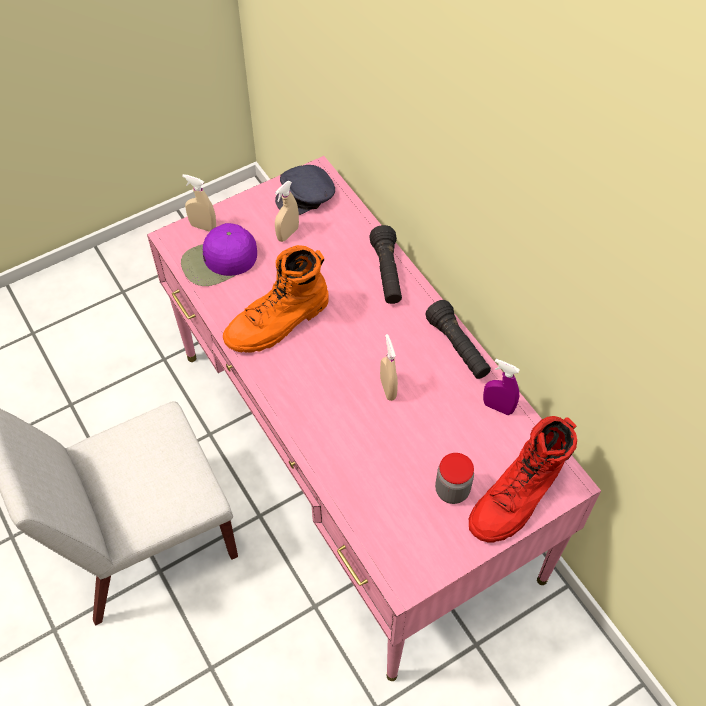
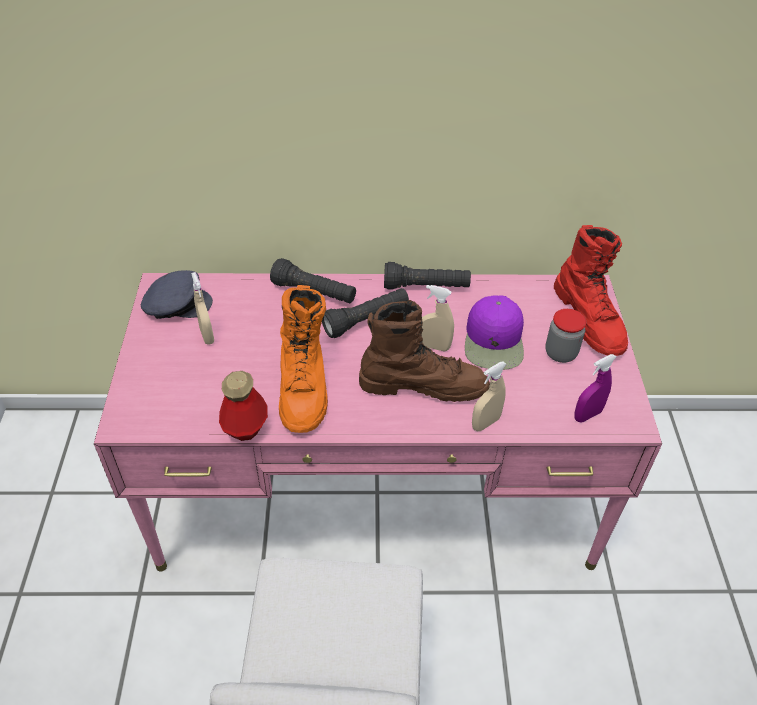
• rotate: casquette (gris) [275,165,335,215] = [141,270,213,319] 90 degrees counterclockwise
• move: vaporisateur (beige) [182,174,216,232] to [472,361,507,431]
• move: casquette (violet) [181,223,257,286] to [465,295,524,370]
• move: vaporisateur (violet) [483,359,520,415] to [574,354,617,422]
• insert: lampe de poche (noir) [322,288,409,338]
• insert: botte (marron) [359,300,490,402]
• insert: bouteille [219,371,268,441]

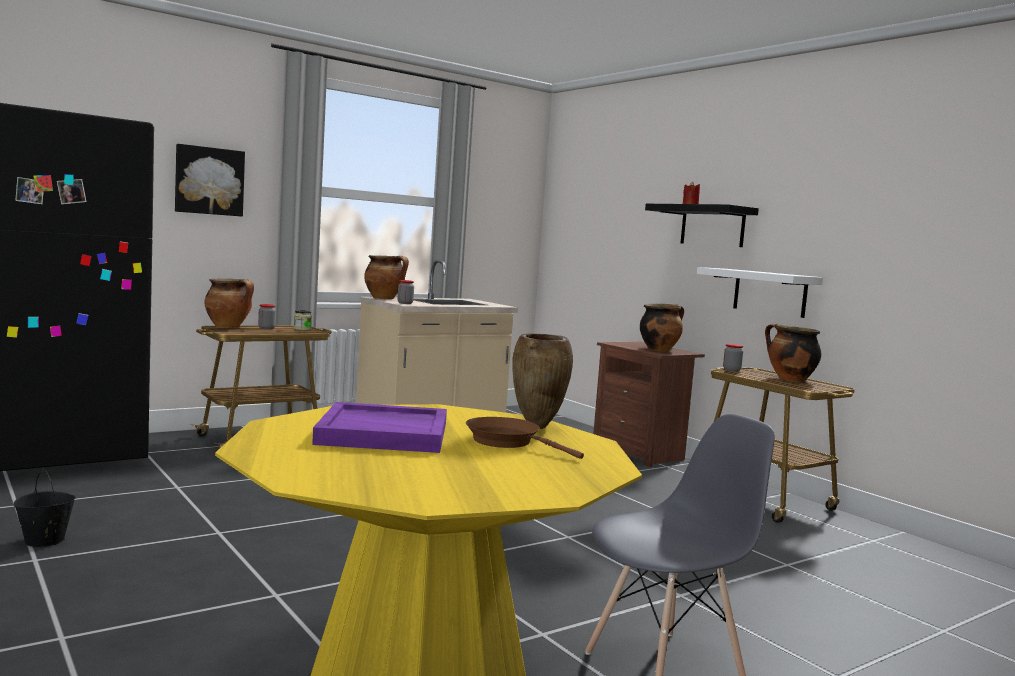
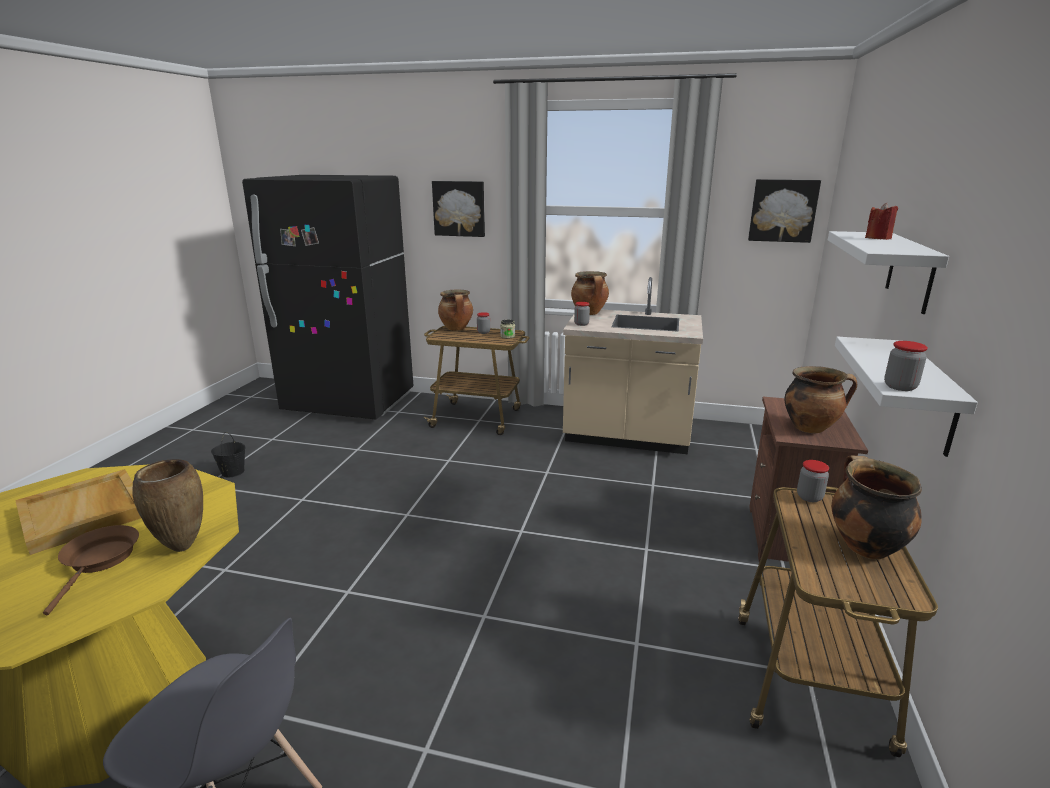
• recolor: étagère (noir) [645,204,759,247] to étagère (blanc) [828,231,949,314]
• recolor: plateau (violet) [312,402,447,453] to plateau (beige) [15,469,141,555]
• insert: tableau [748,179,821,243]
• insert: bocal [884,341,928,391]

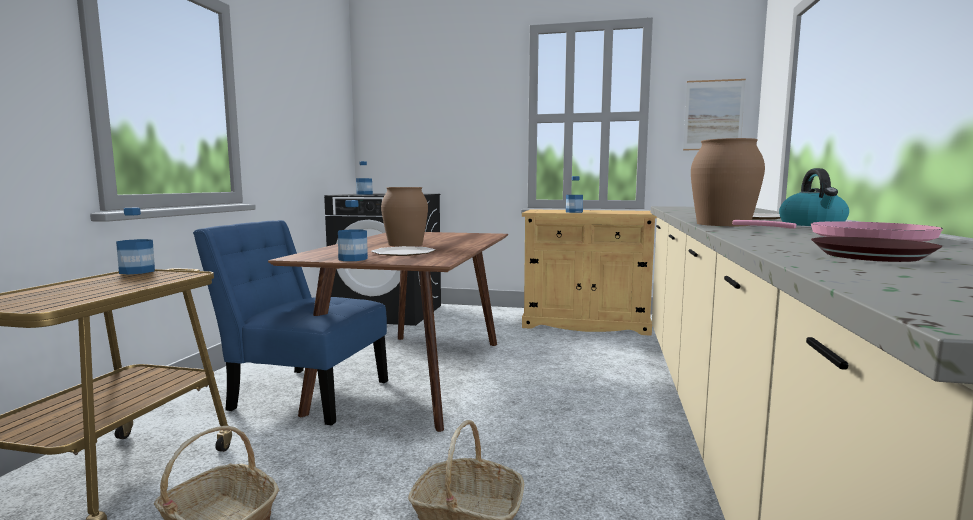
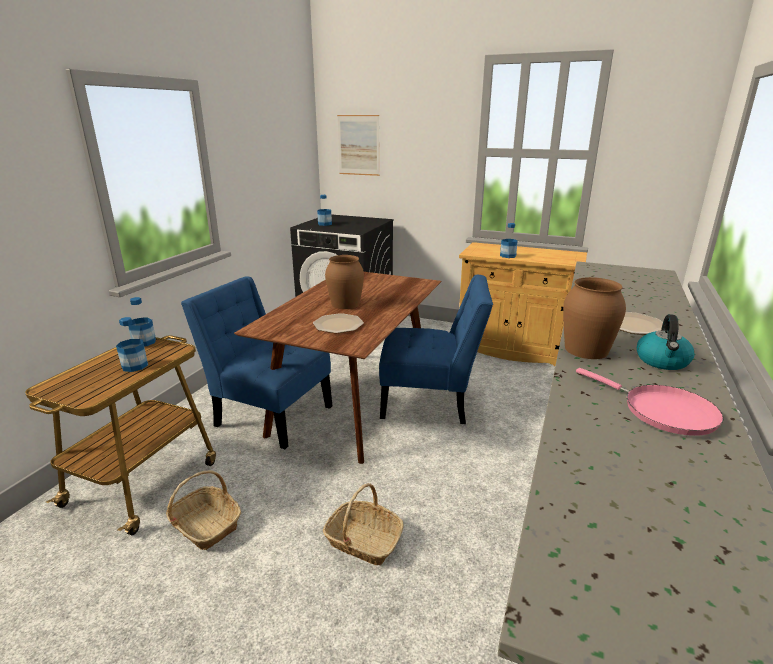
• move: tableau [683,79,746,150] to [337,115,380,176]
• move: bouteille [338,200,368,261] to [116,317,148,372]
• delete: assiette (marron) [811,237,942,262]
• insert: chaise (bleu) [379,275,493,424]

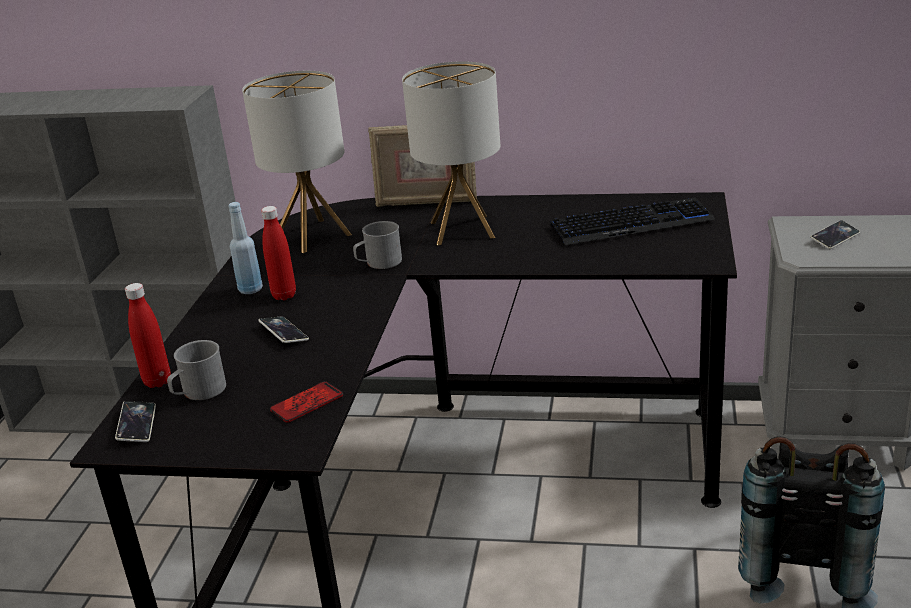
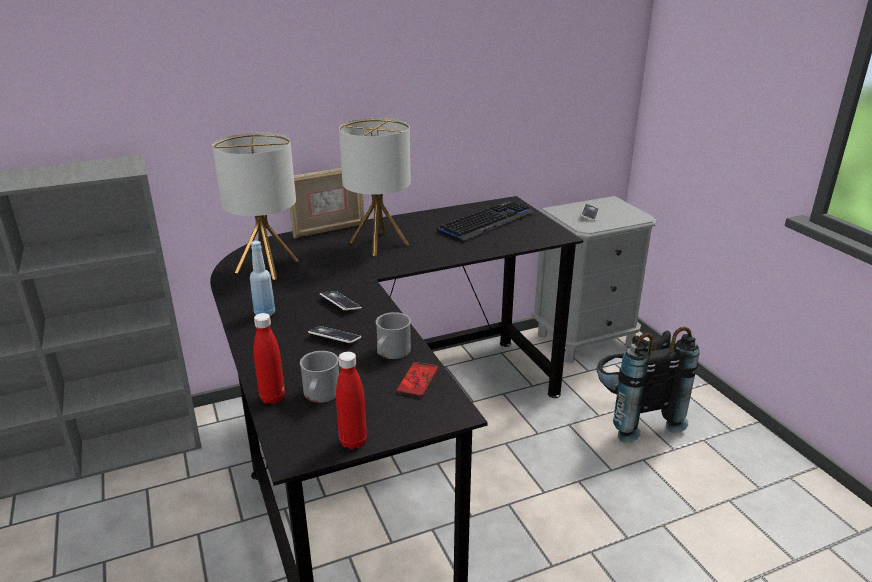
• move: bouteille (rouge) [261,206,296,300] to [336,352,367,449]
• move: mug (gris) [353,221,402,269] to [376,312,411,359]
• move: téléphone [115,401,156,442] to [320,291,362,310]

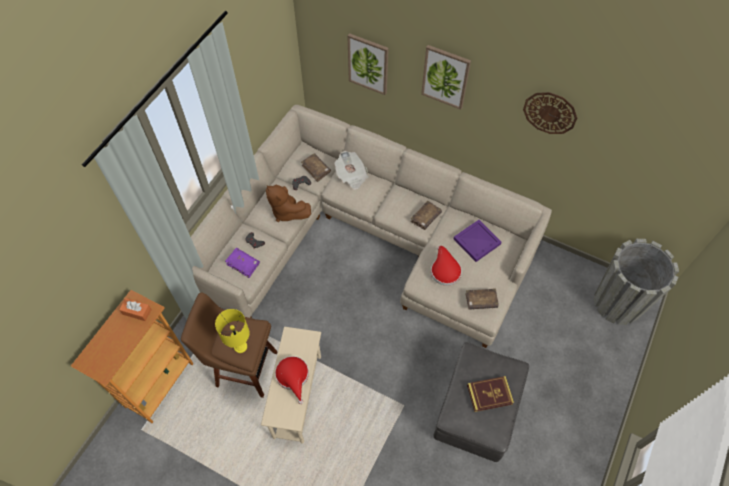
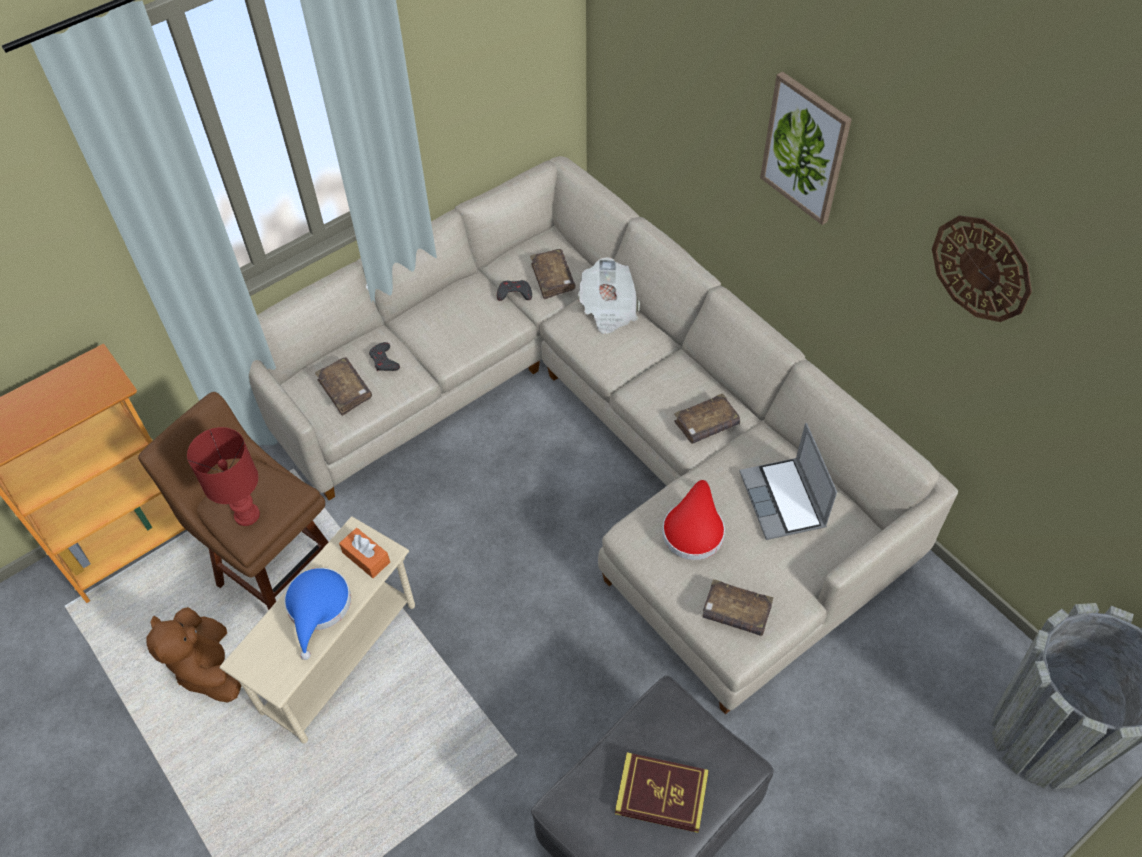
• delete: tableau [347,33,389,95]
• move: peluche (marron) [266,185,311,222] to [146,607,242,702]
• replace: plateau (violet) [454,220,502,262] to ordinateur portable [739,423,837,540]
• recolor: livre (violet) [225,248,260,278] to livre (marron) [315,357,372,416]
• move: boîte à mouchoirs (orange) [119,298,152,321] to [339,528,390,578]
• recolor: lampe de table (jaune) [215,309,250,353] to lampe de table (rouge) [187,427,260,526]
• recolor: chapeau (rouge) [275,356,309,404] to chapeau (bleu) [284,568,351,660]

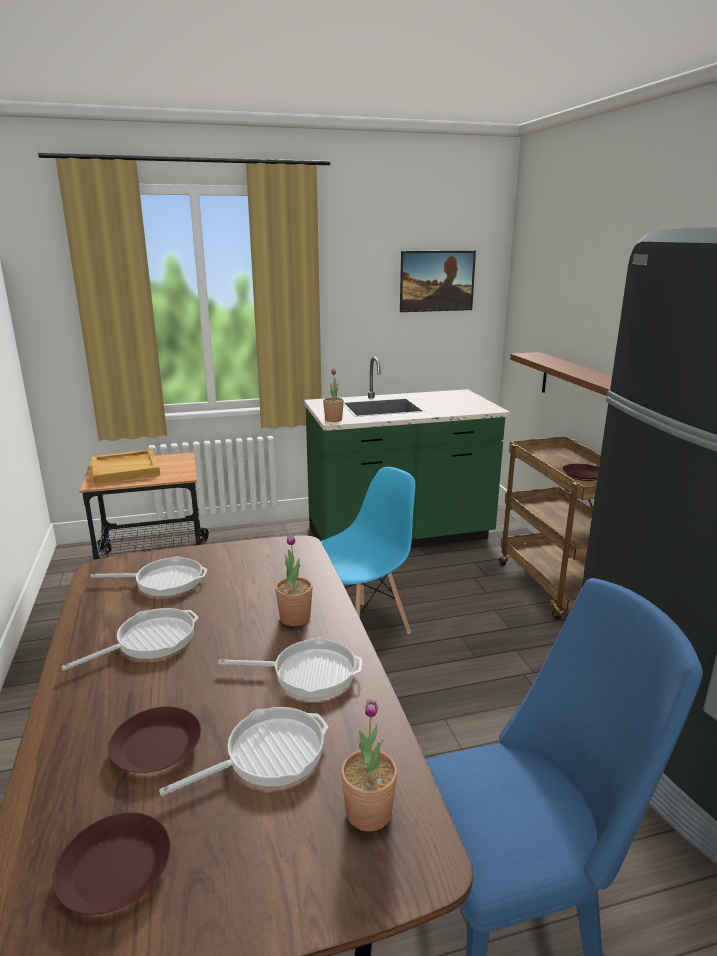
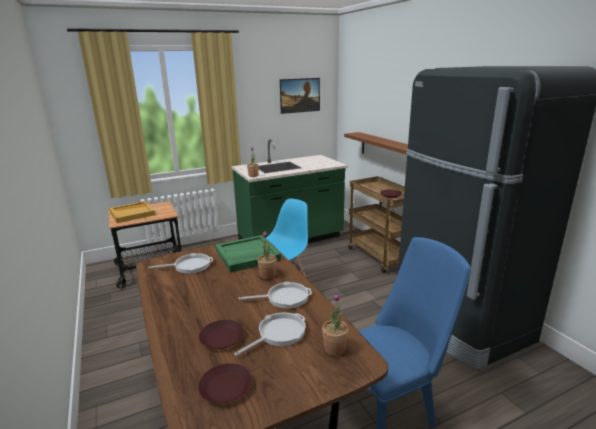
• delete: poêle [61,608,199,671]
• insert: plateau (vert) [215,235,281,273]

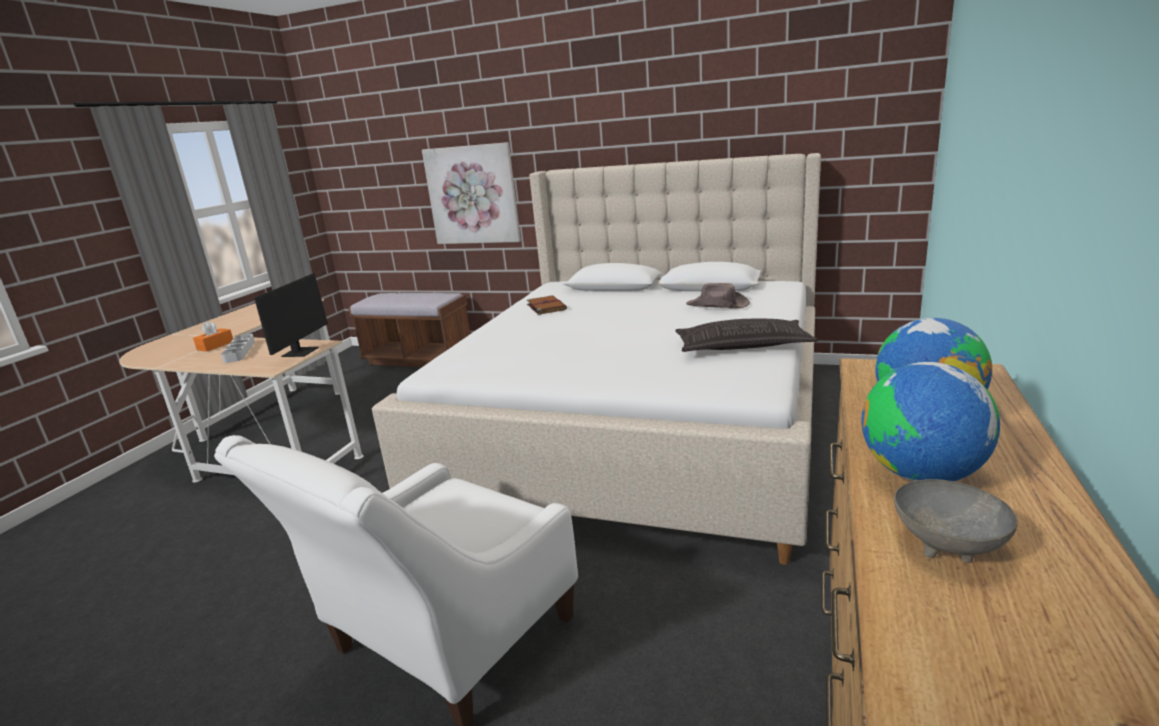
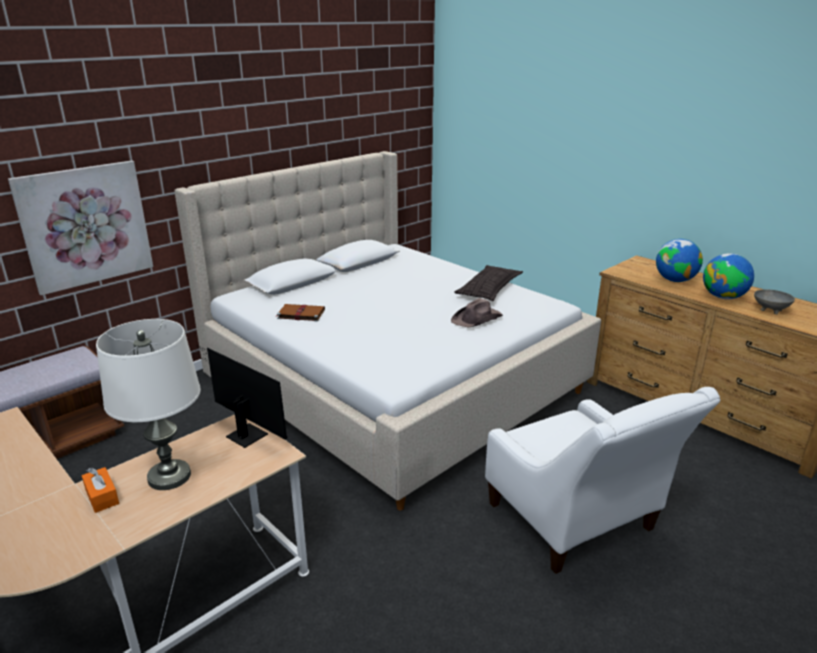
• move: chapeau (marron) [686,283,750,309] to [451,298,503,328]
• replace: plateau (gris) [221,334,255,363] to lampe de table (blanc) [96,319,201,490]

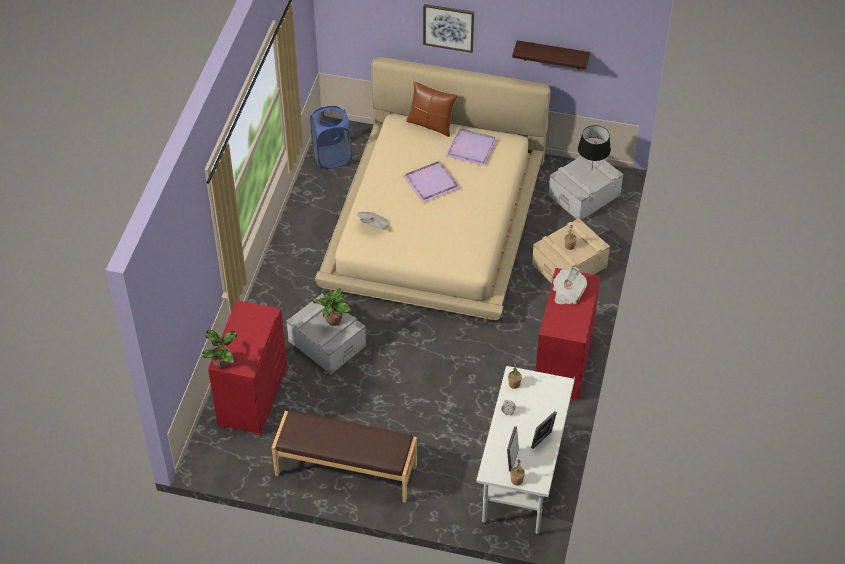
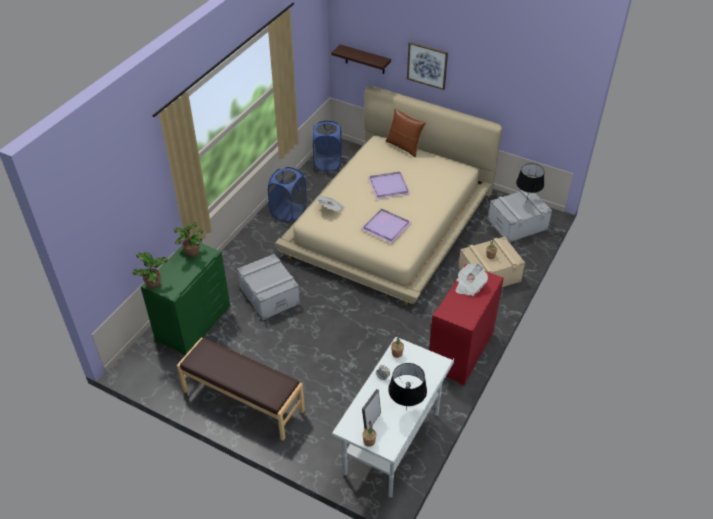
• move: étagère [512,40,590,70] to [331,45,391,74]
• move: plateau (violet) [445,128,498,166] to [361,209,412,243]
• move: plante en pot [313,288,351,326] to [173,222,203,257]
• recolor: commode (rouge) [208,300,287,435] to commode (vert) [140,243,230,356]
• replace: cadre photo [531,411,557,449] to lampe de table (noir) [388,363,427,410]
• insert: panier à linge (bleu) [268,167,307,222]

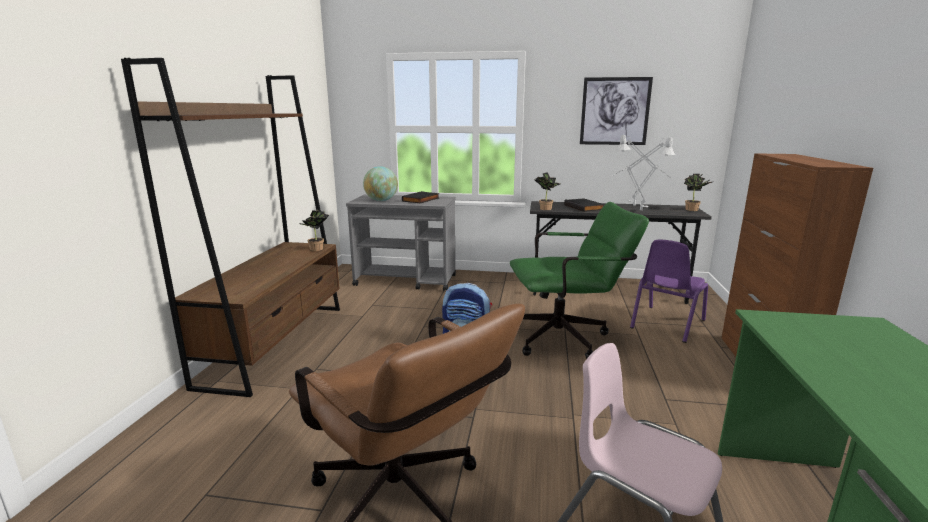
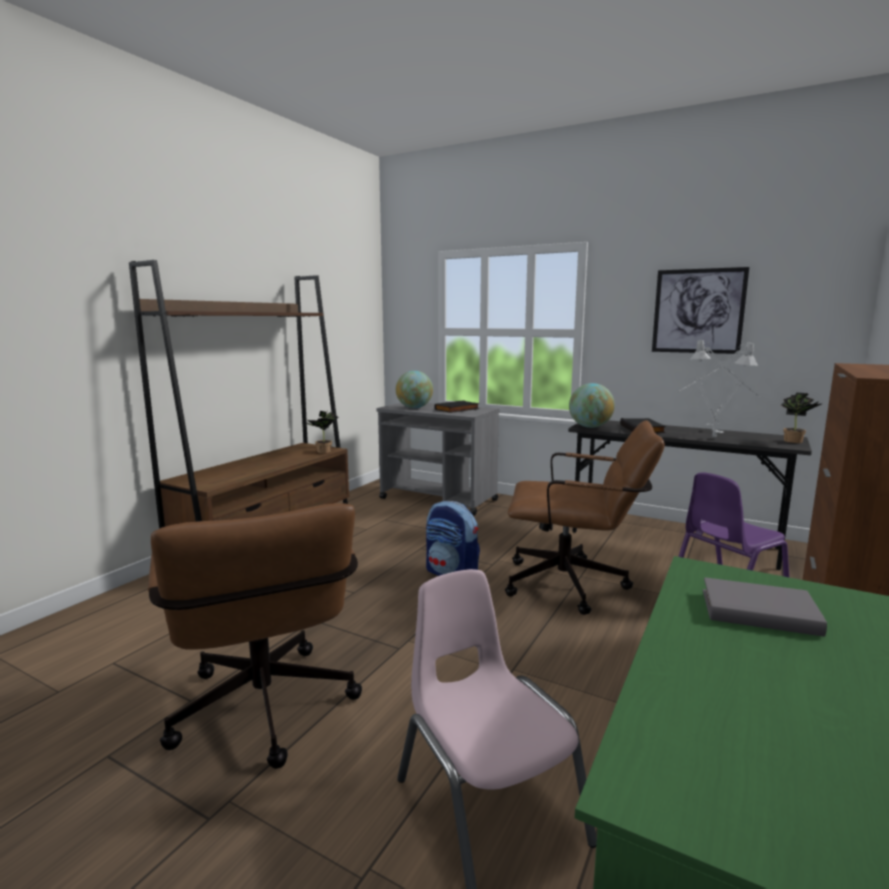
• replace: plante en pot [535,172,560,210] to globe [569,383,615,428]
• recolor: chaise de bureau (vert) [510,202,649,359] to chaise de bureau (marron) [505,420,665,615]
• insert: livre (gris) [703,577,827,637]

